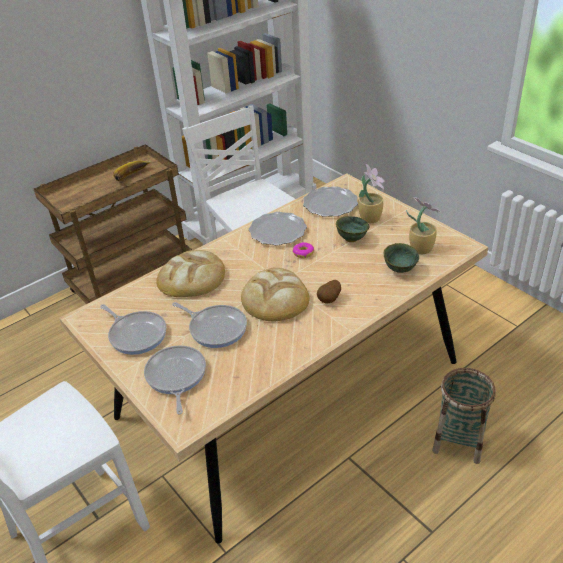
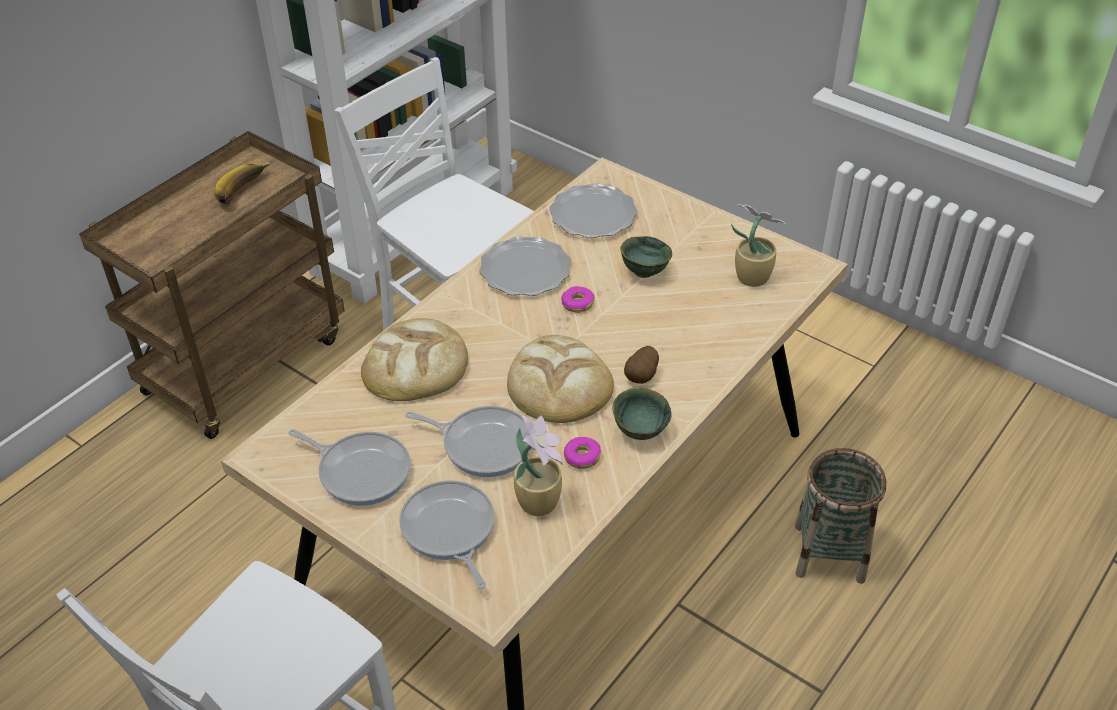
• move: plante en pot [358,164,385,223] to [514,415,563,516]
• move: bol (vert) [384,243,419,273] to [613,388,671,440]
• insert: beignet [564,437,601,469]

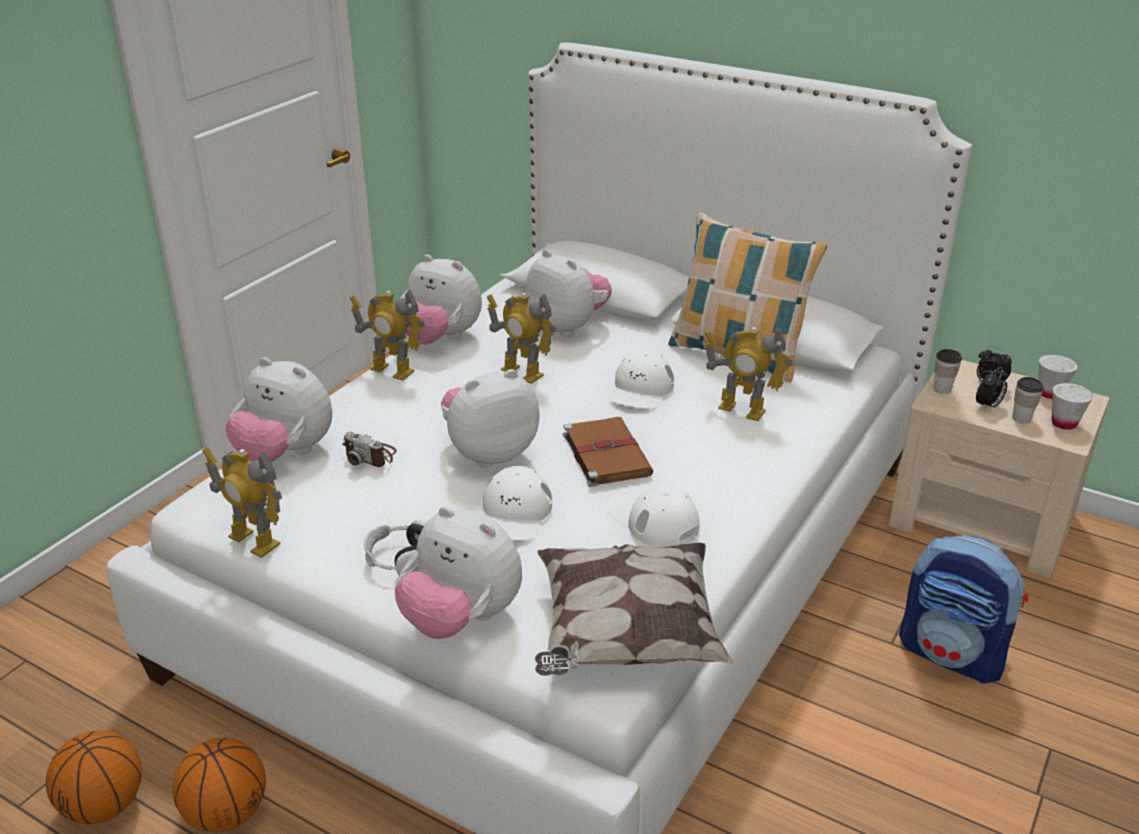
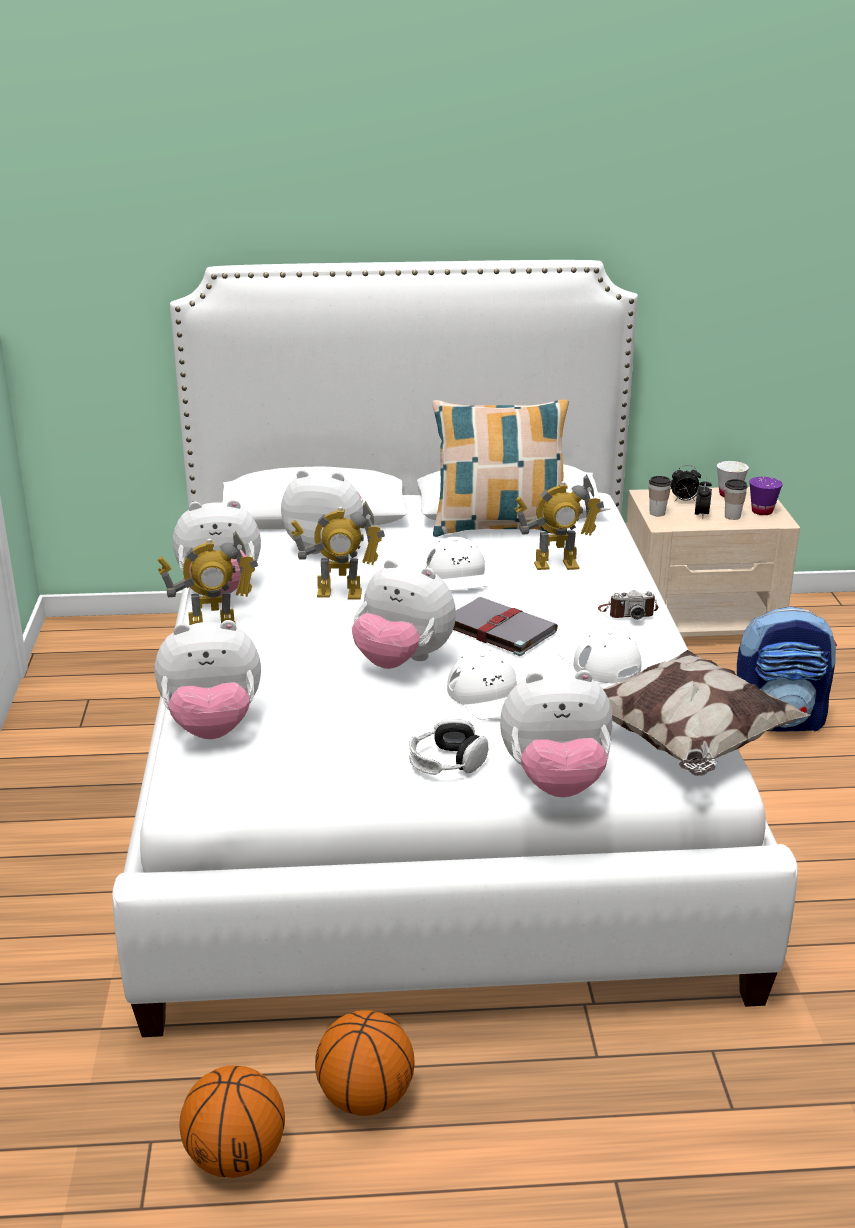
• rotate: peluche [441,369,539,468] = [352,559,456,669] 90 degrees counterclockwise
• recolor: tasse (blanc) [1052,383,1093,430] to tasse (violet) [749,477,783,515]
• recolor: livre (marron) [563,417,653,487] to livre (gris) [453,597,558,656]
• move: appareil photo [342,432,397,467] to [598,590,658,620]
• delete: robot jouet [202,447,282,558]
• rotate: casquette (blanc) [608,485,700,547] = [557,628,642,683] 45 degrees clockwise

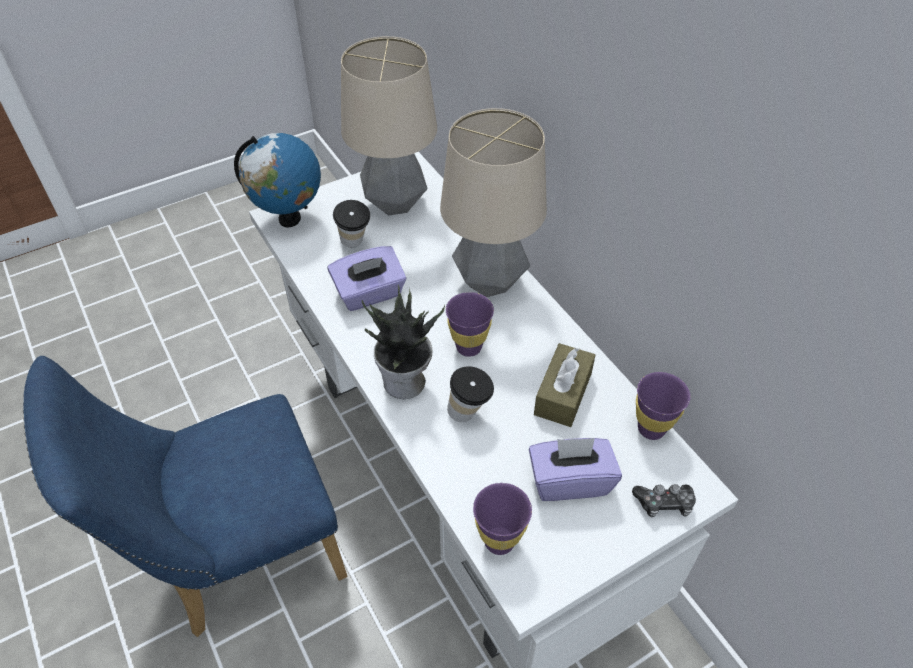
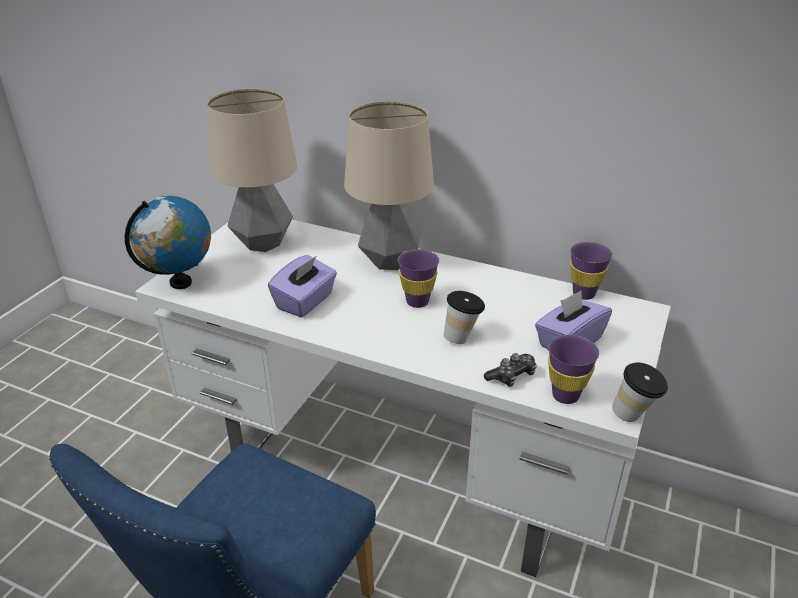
• move: tasse [333,200,371,248] to [612,363,668,422]
• delete: plante en pot [361,285,445,399]
• delete: boîte à mouchoirs (marron) [534,343,595,427]
• move: manette [632,484,696,517] to [484,353,537,387]

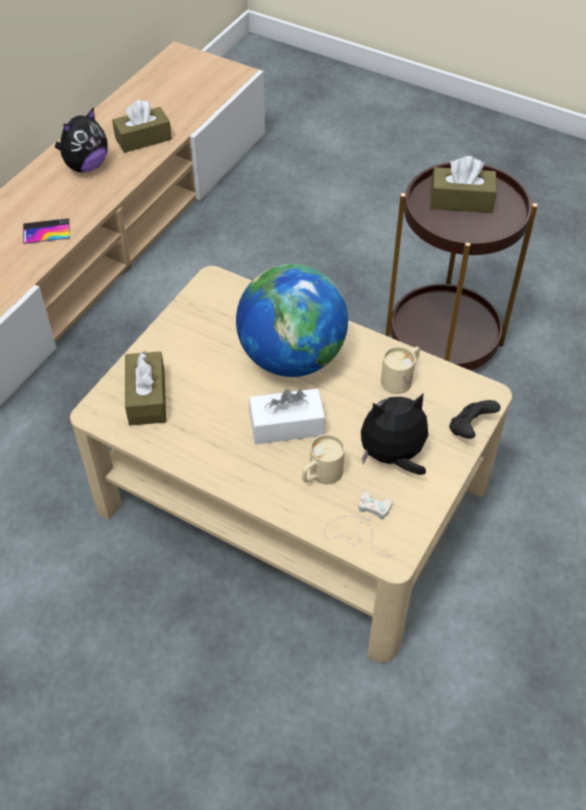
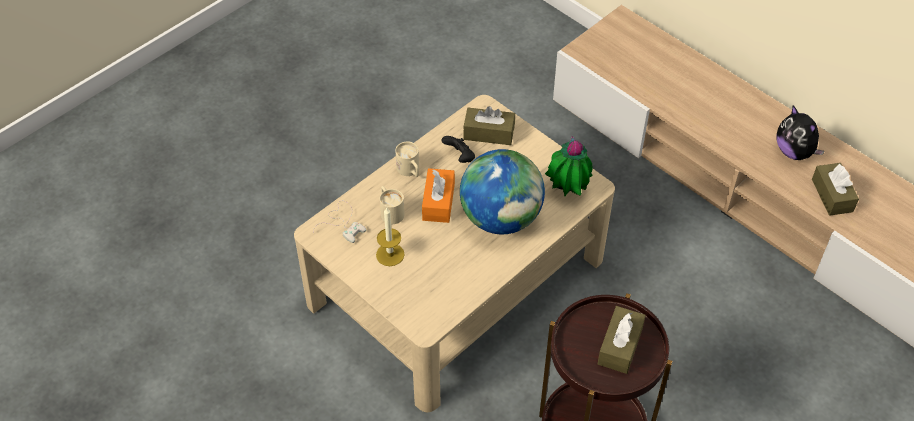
• delete: téléphone [23,218,70,244]
• move: mug (beige) [381,346,420,394] to [395,141,419,177]
• recolor: boîte à mouchoirs (blanc) [249,388,325,444] to boîte à mouchoirs (orange) [422,168,455,223]
• replace: peluche [361,394,428,475] to bougie [376,207,404,266]
• move: manette (noir) [449,400,501,439] to [441,136,475,163]
• insert: plante en pot [545,136,593,196]

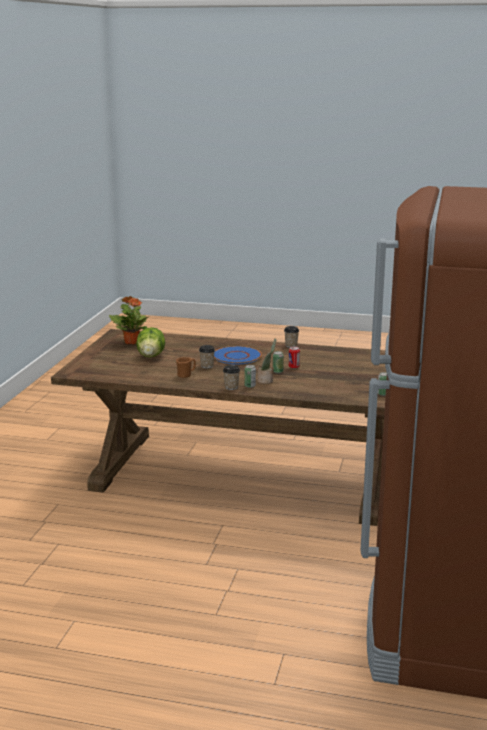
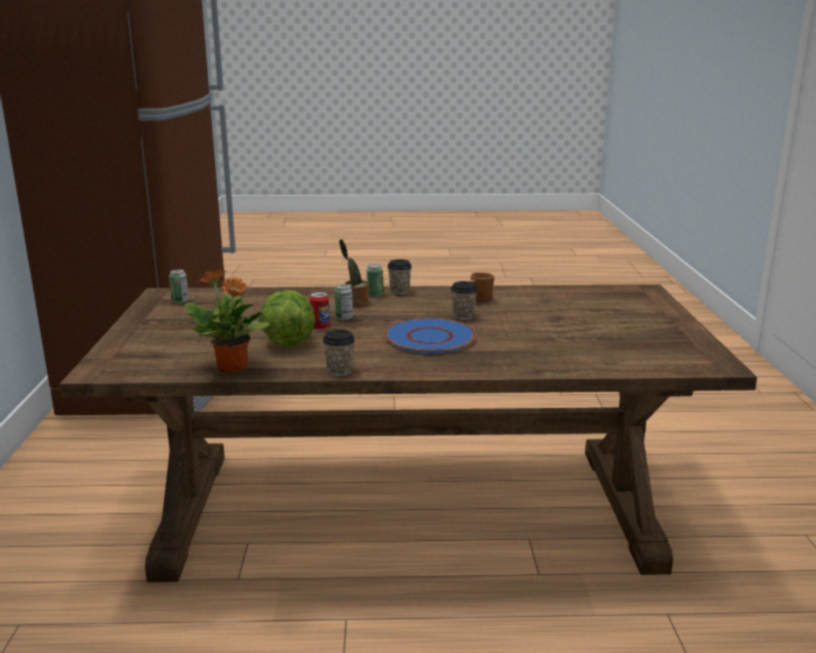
• move: plante en pot [109,296,148,344] to [185,269,273,373]
• move: laitue [136,327,165,357] to [260,290,315,347]

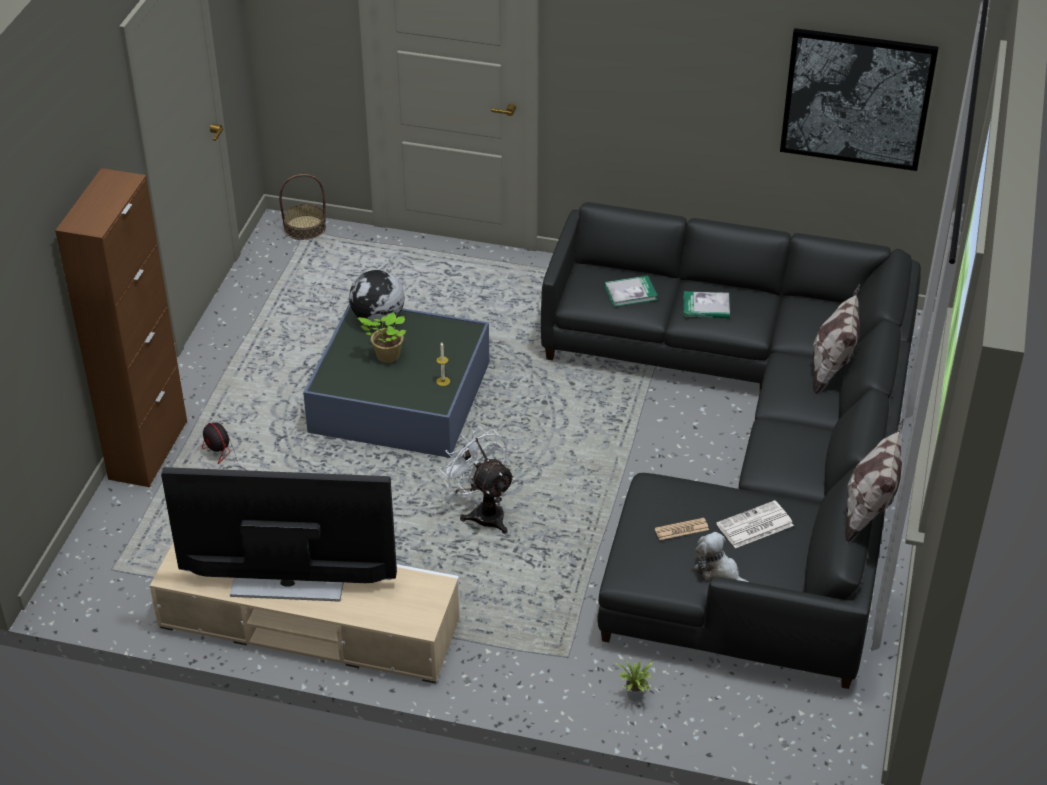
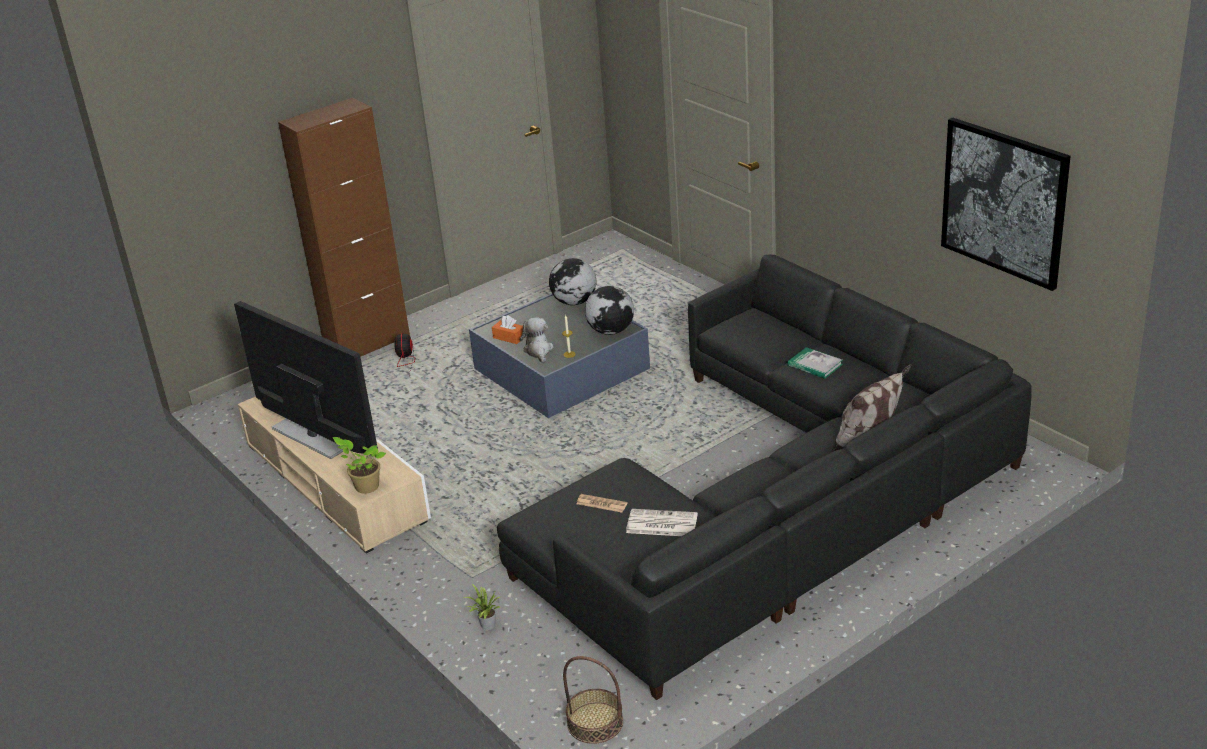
• move: panier [279,174,326,240] to [563,656,623,744]
• delete: livre [604,276,658,307]
• move: plante en pot [358,312,406,363] to [333,437,386,494]
• delete: coussin [845,419,904,542]
• delete: ventilateur (blanc) [439,426,515,534]
• move: peluche [694,532,748,582] to [520,317,554,363]
• insert: globe [585,286,634,335]
• insert: boîte à mouchoirs (orange) [492,315,523,344]

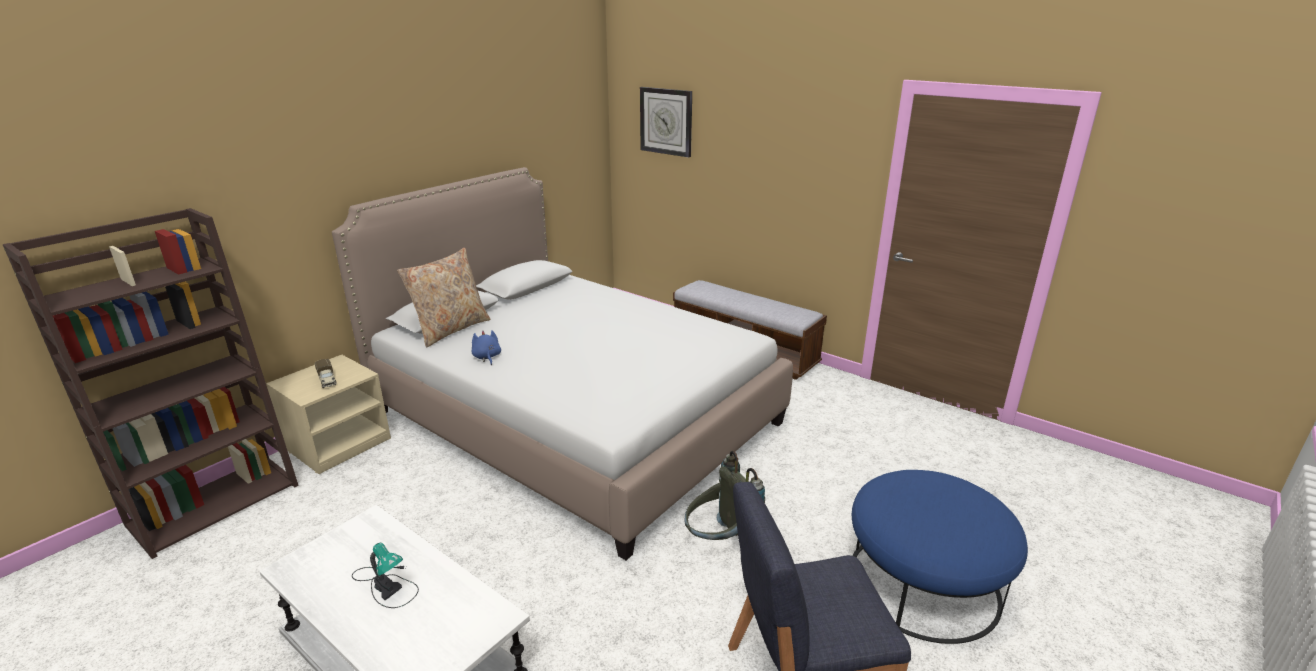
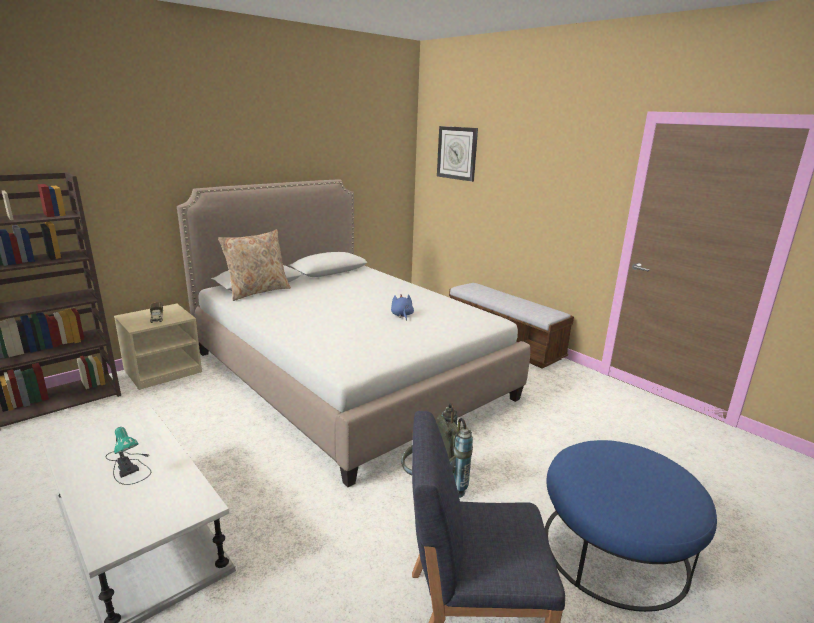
• move: peluche (bleu) [472,330,501,365] to [391,294,414,321]

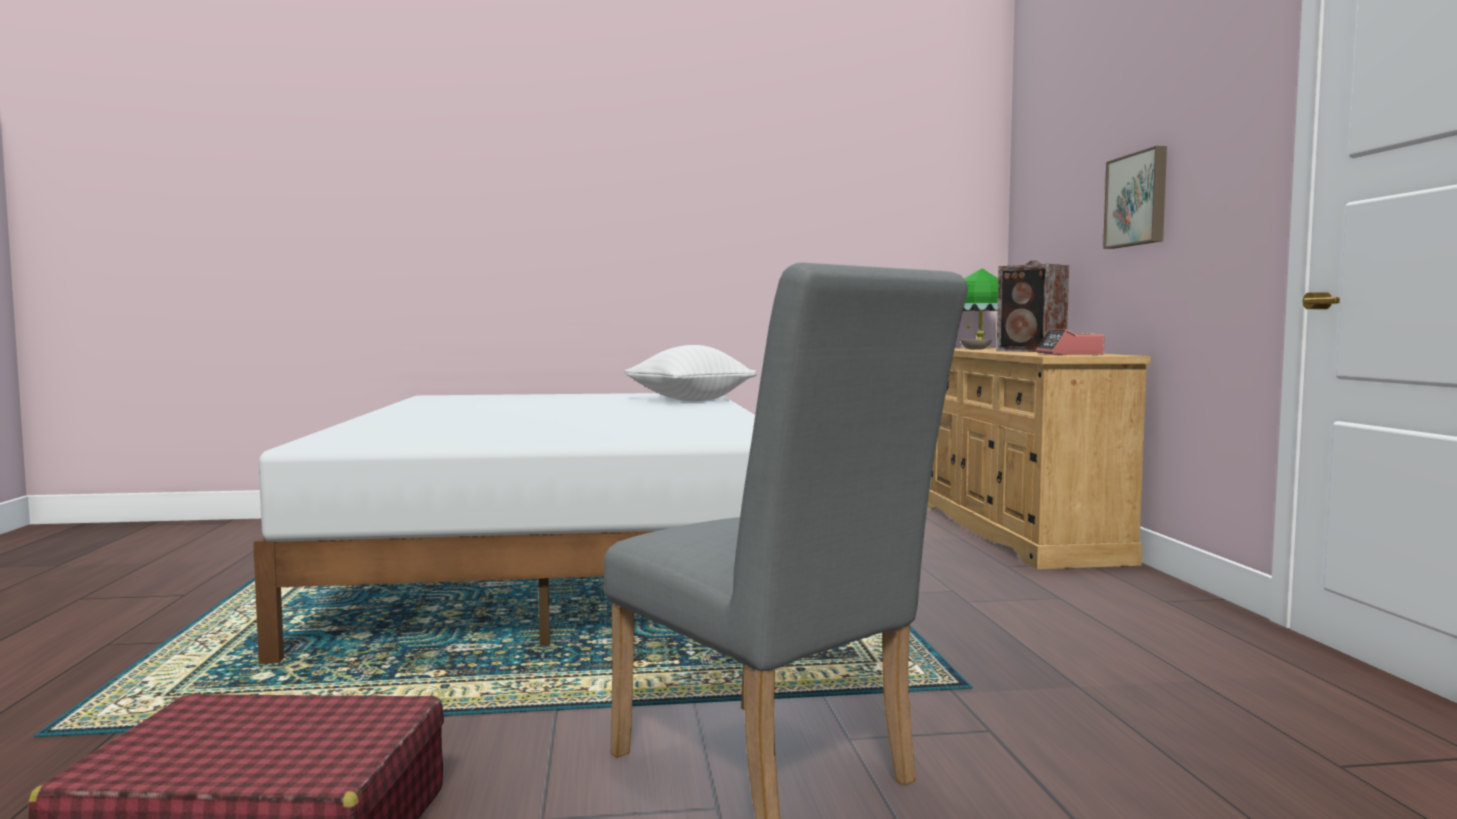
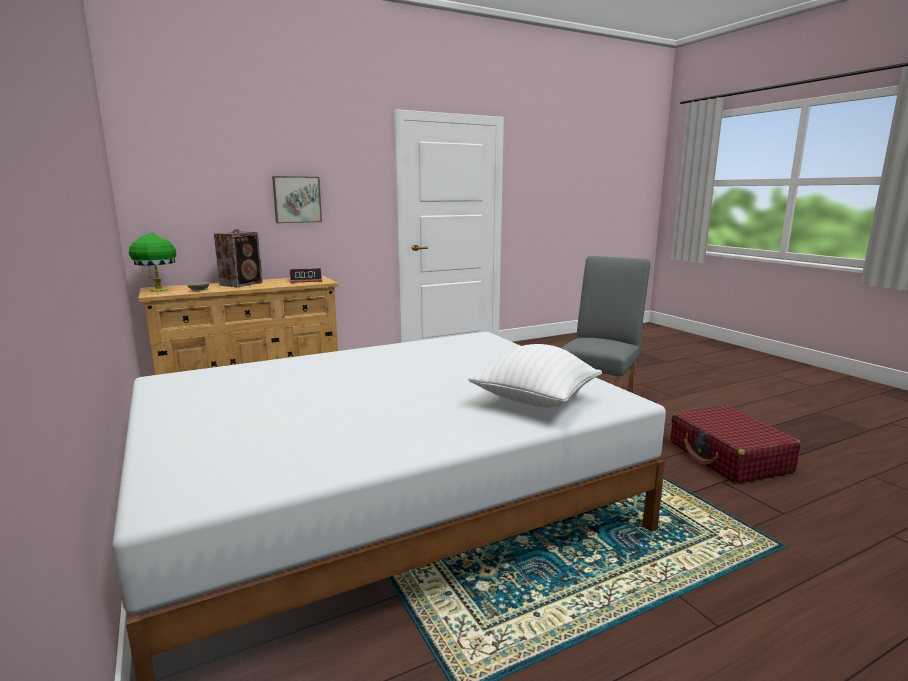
• move: coussin (blanc) [624,345,757,401] to [468,344,602,408]

